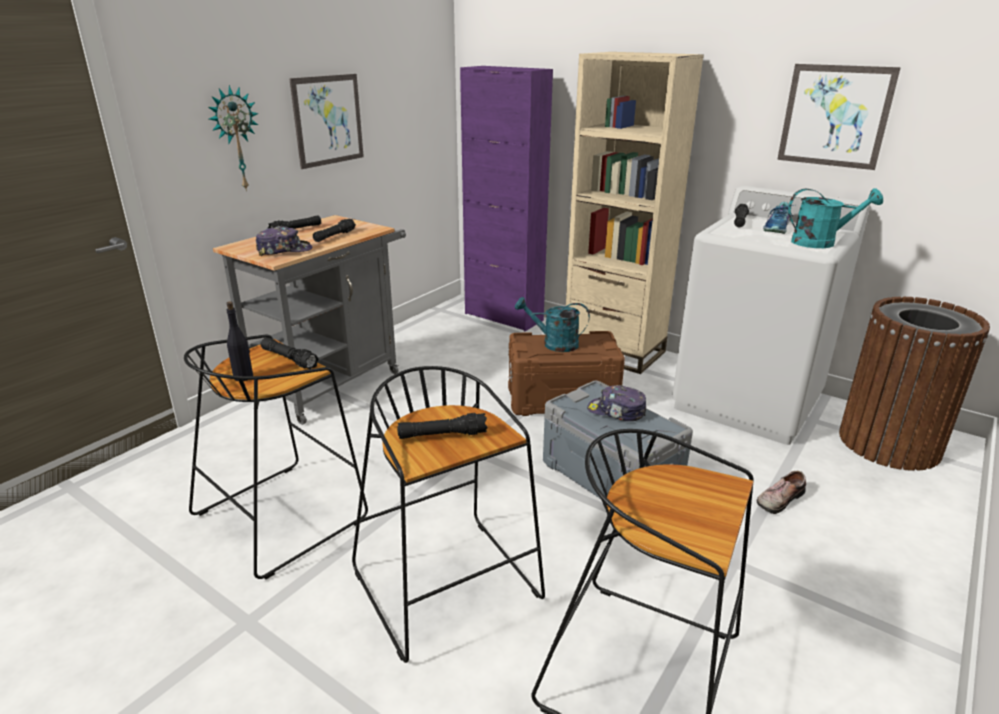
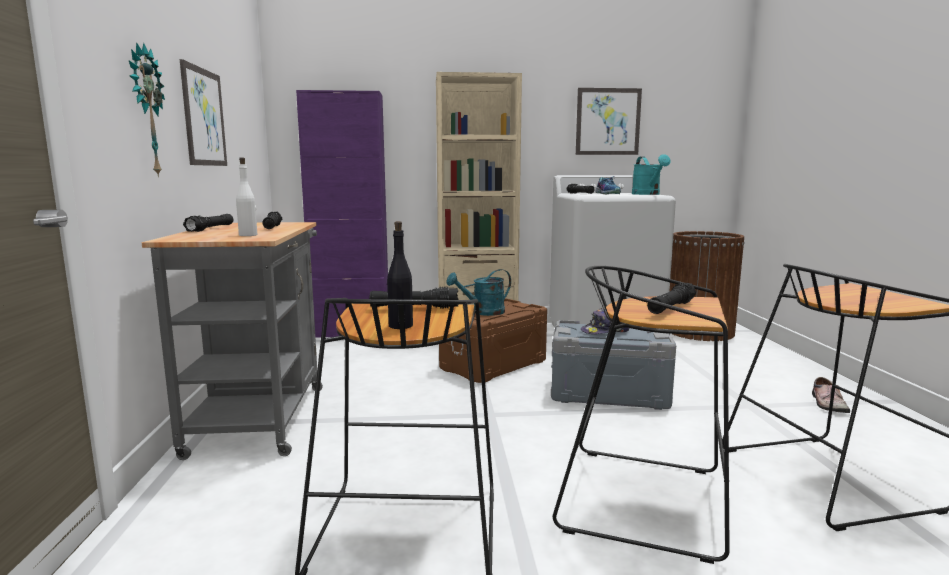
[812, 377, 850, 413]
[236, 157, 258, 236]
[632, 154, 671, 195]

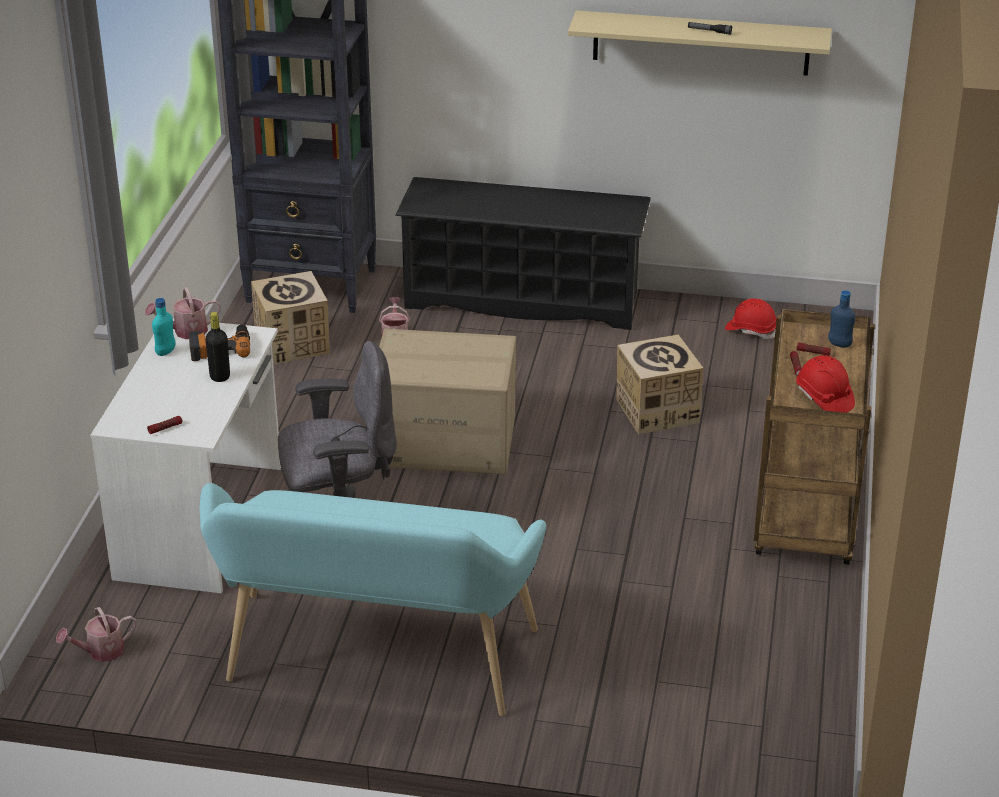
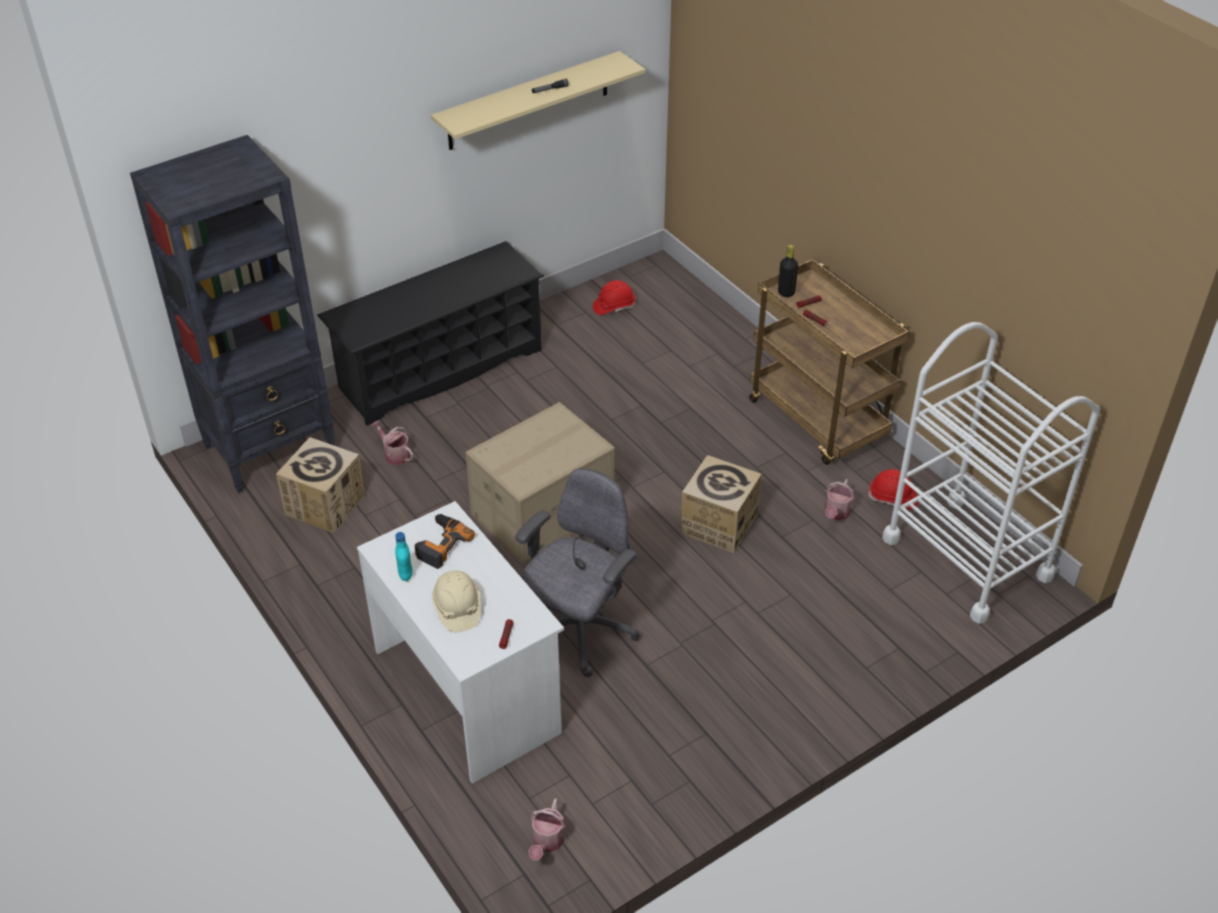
[200, 483, 546, 716] (first image)
[828, 290, 856, 348] (first image)
[432, 571, 481, 632]
[882, 322, 1100, 624]
[825, 479, 855, 520]
[778, 245, 798, 297]
[681, 455, 762, 553]
[868, 469, 918, 510]

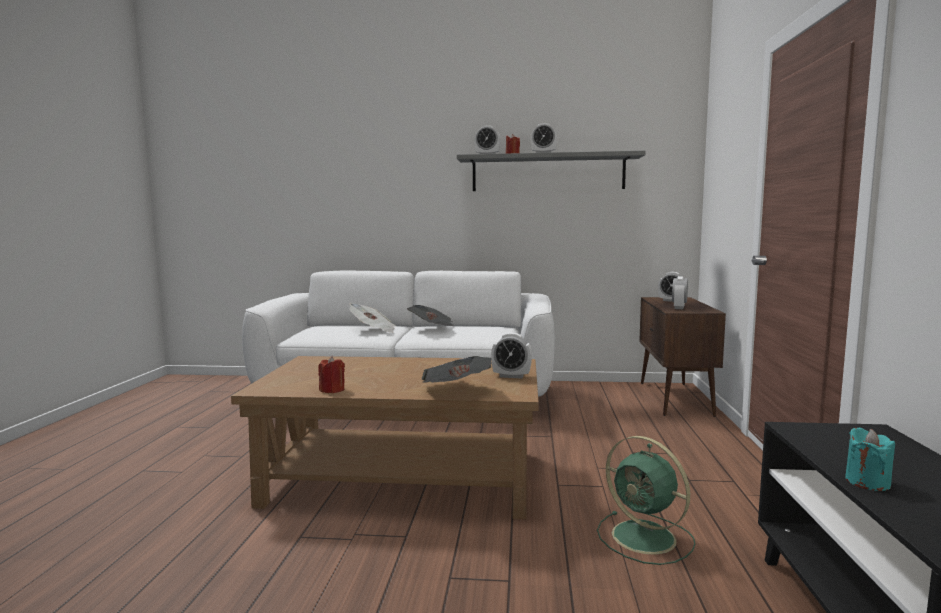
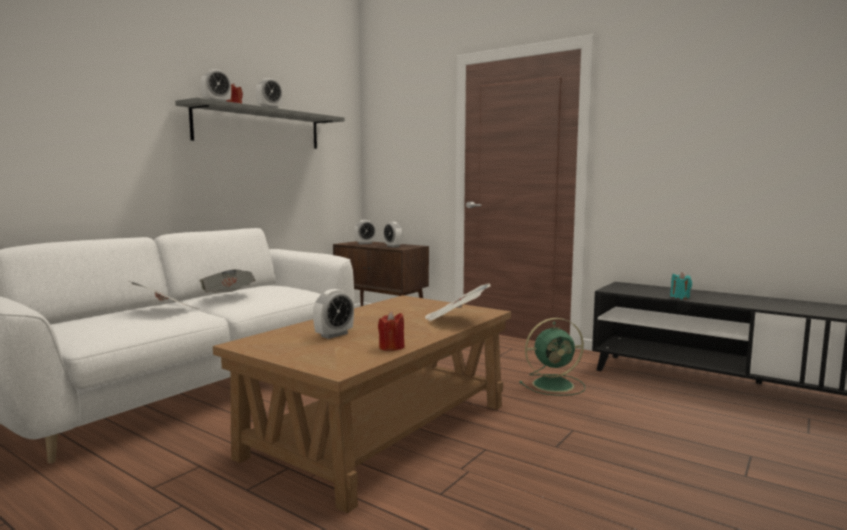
[313, 289, 354, 339]

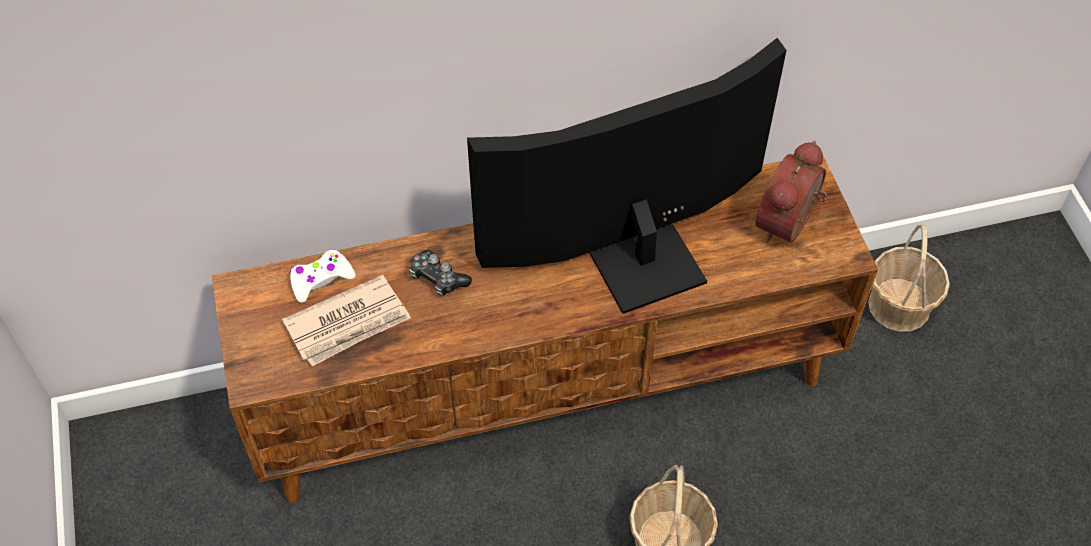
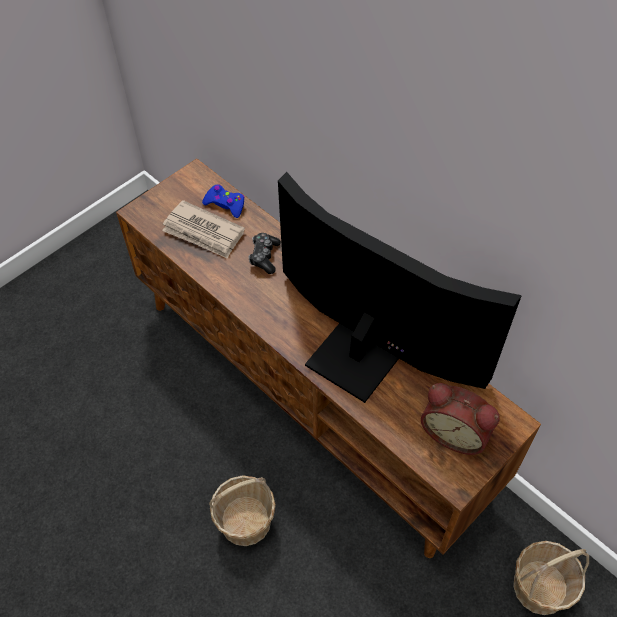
[202, 184, 245, 218]
[421, 383, 500, 455]

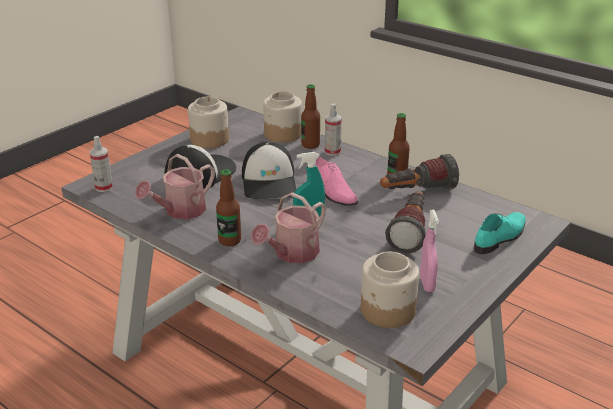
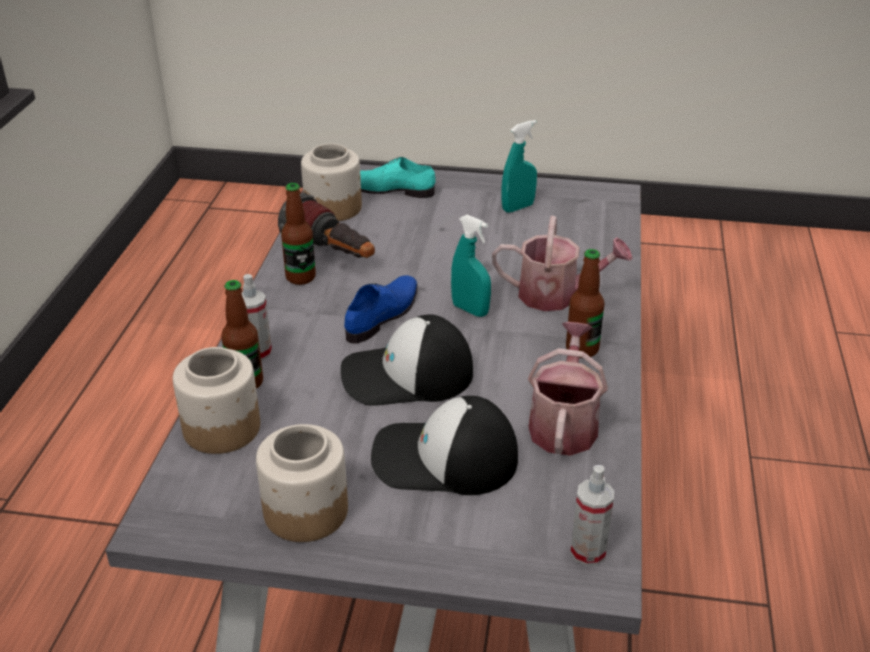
[385, 192, 426, 253] (first image)
[301, 143, 362, 221]
[344, 275, 417, 344]
[501, 120, 537, 213]
[528, 322, 608, 456]
[341, 314, 473, 406]

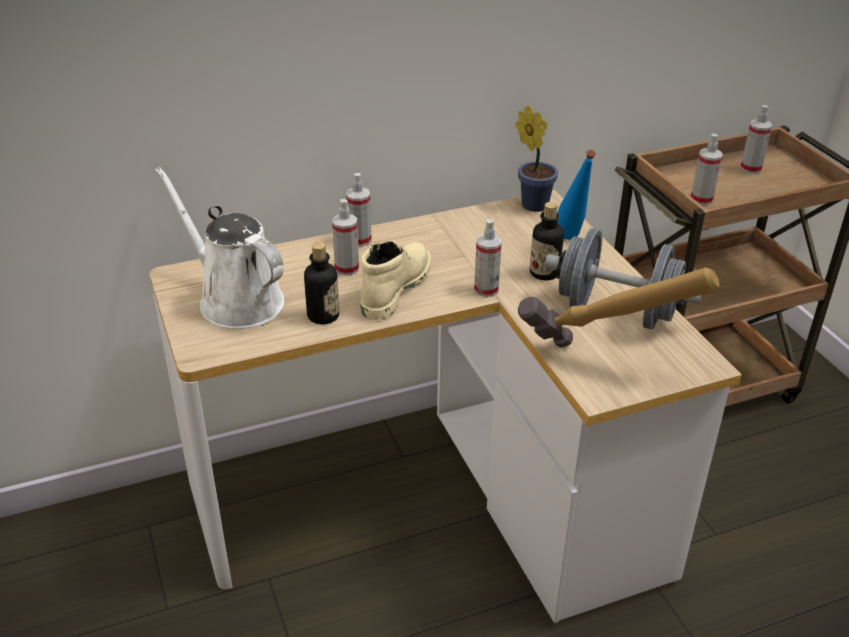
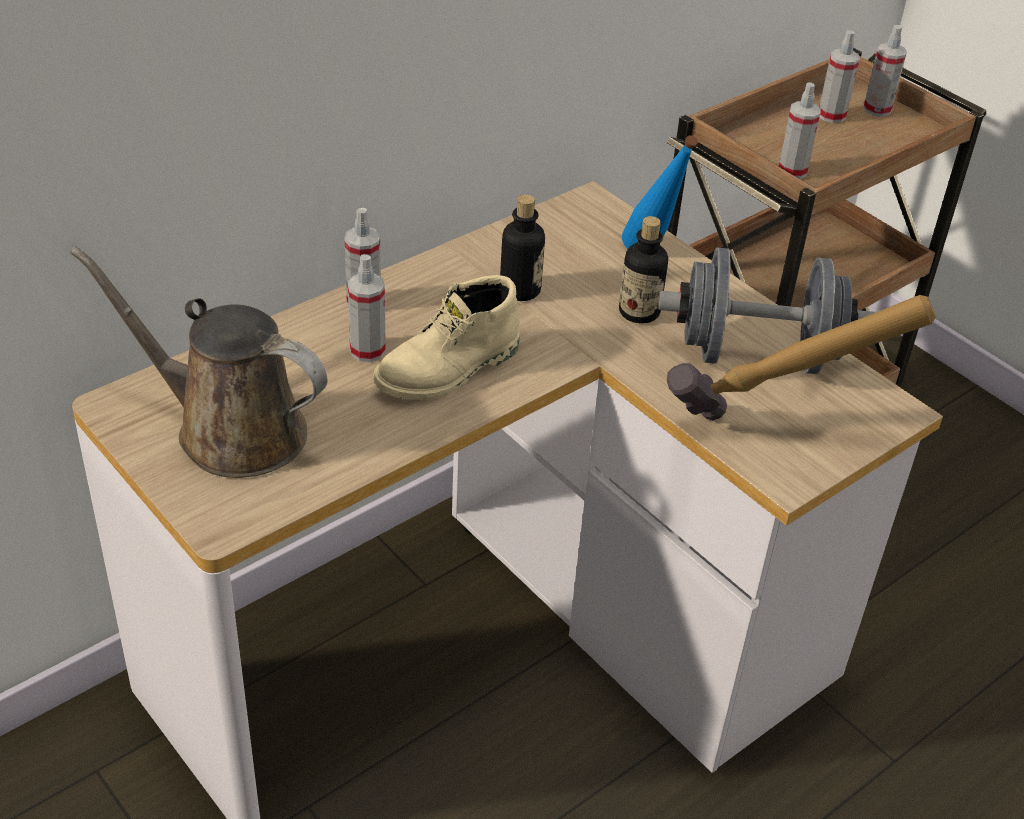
[515, 105, 558, 212] (first image)
[500, 194, 545, 301]
[863, 25, 907, 117]
[70, 246, 328, 478]
[373, 275, 520, 400]

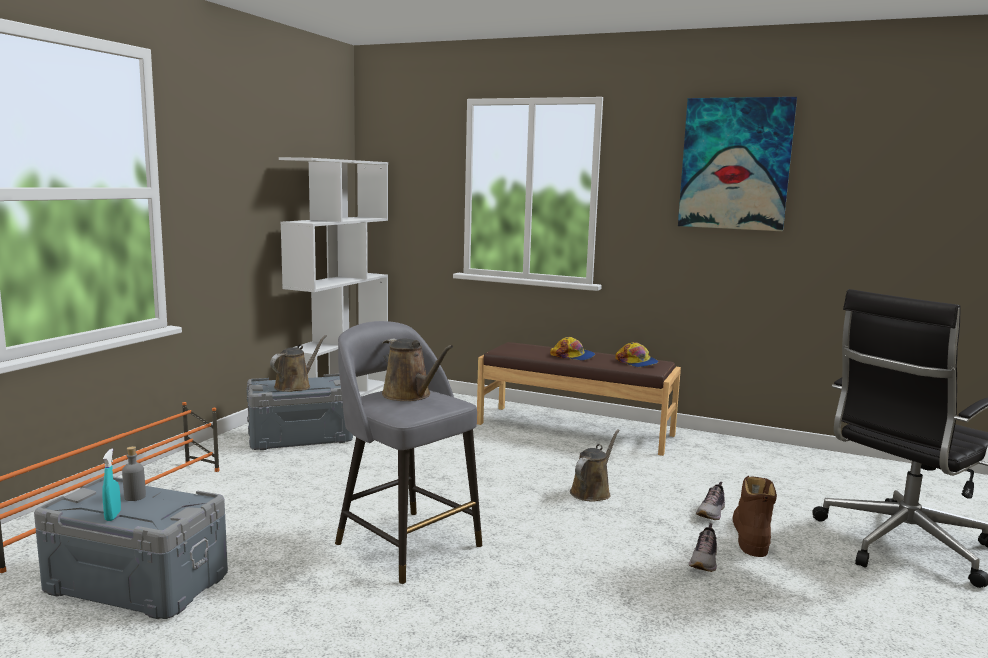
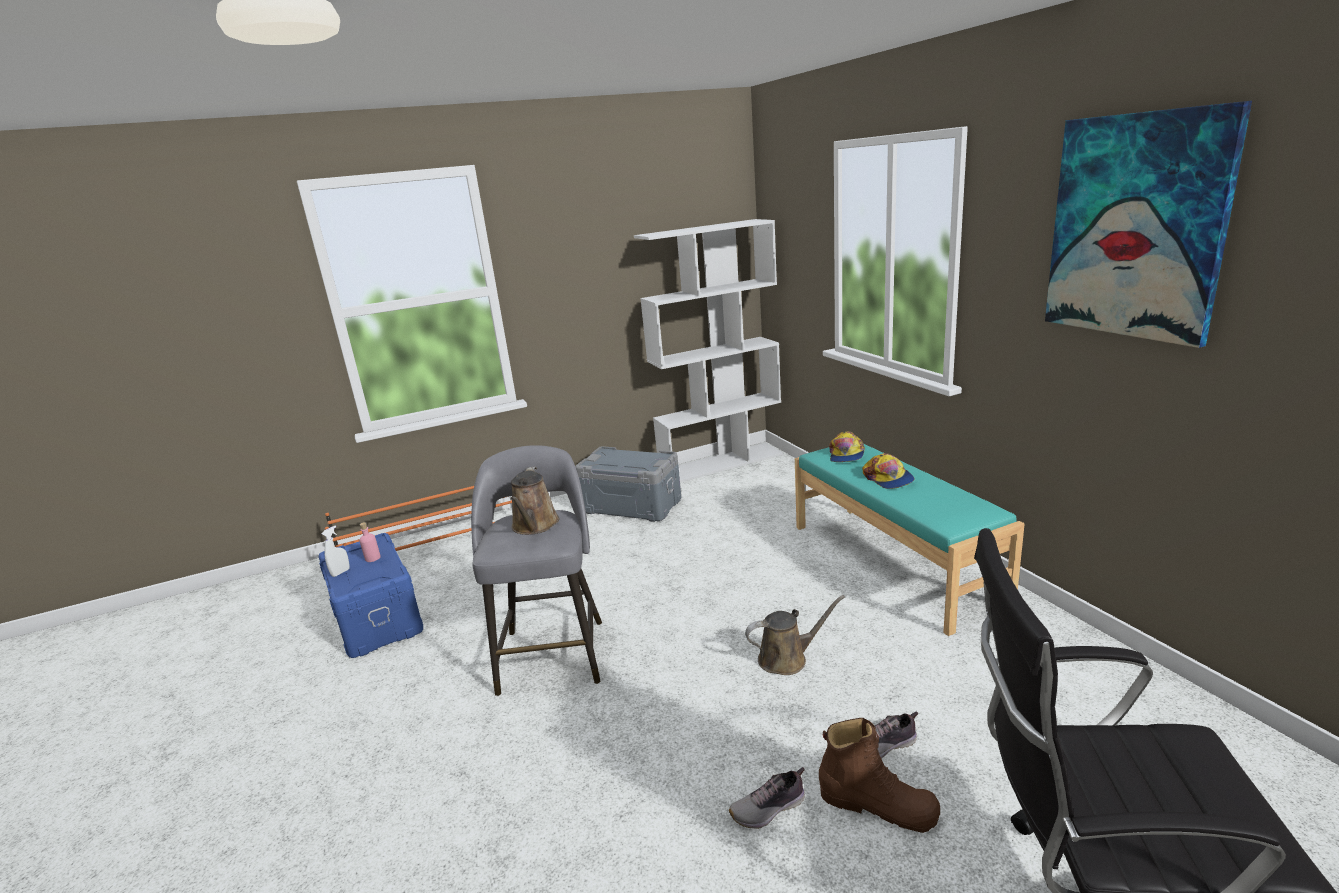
[270, 335, 327, 392] (first image)
[829, 431, 865, 462]
[319, 533, 423, 658]
[322, 526, 350, 577]
[360, 522, 381, 562]
[795, 444, 1025, 636]
[819, 718, 940, 833]

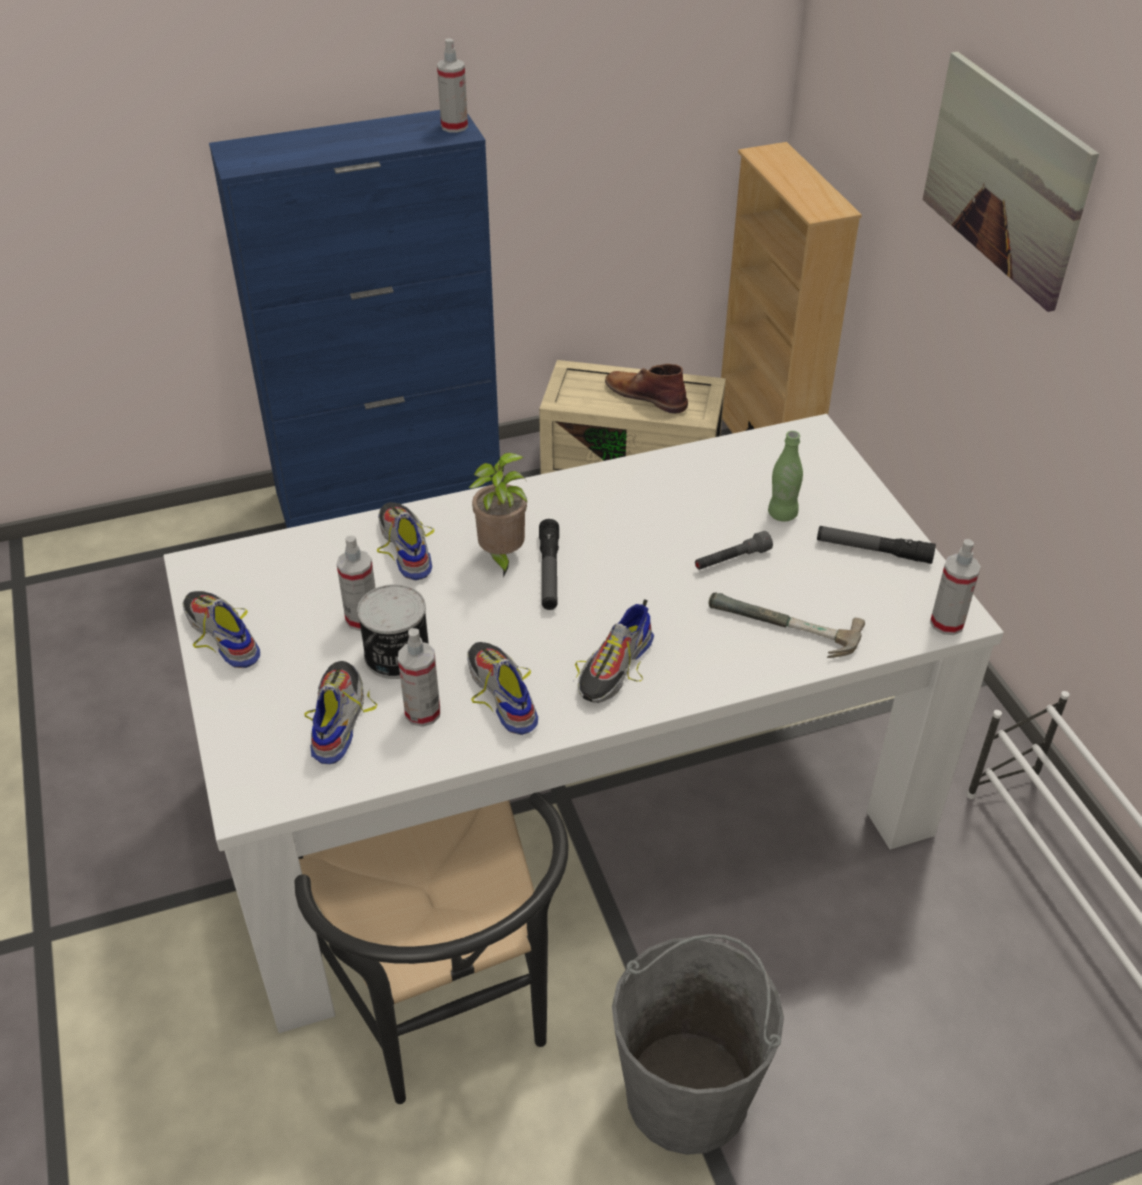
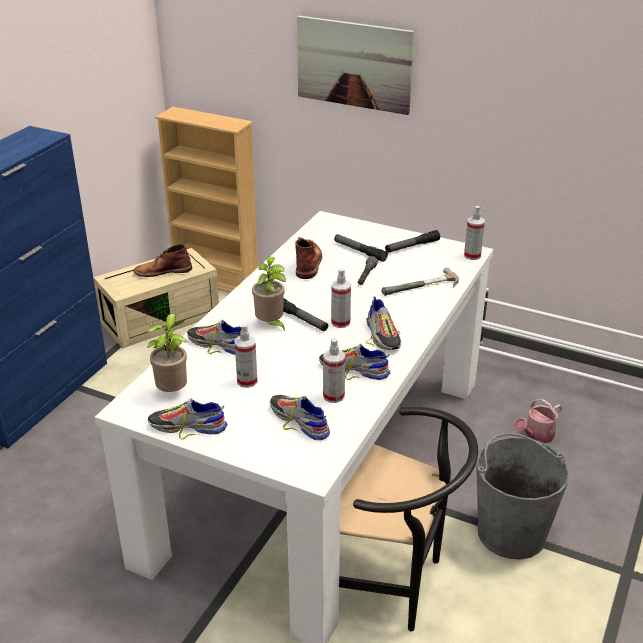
[357, 584, 429, 679] (first image)
[146, 313, 187, 392]
[295, 237, 322, 279]
[514, 399, 562, 444]
[331, 268, 351, 328]
[334, 234, 388, 262]

